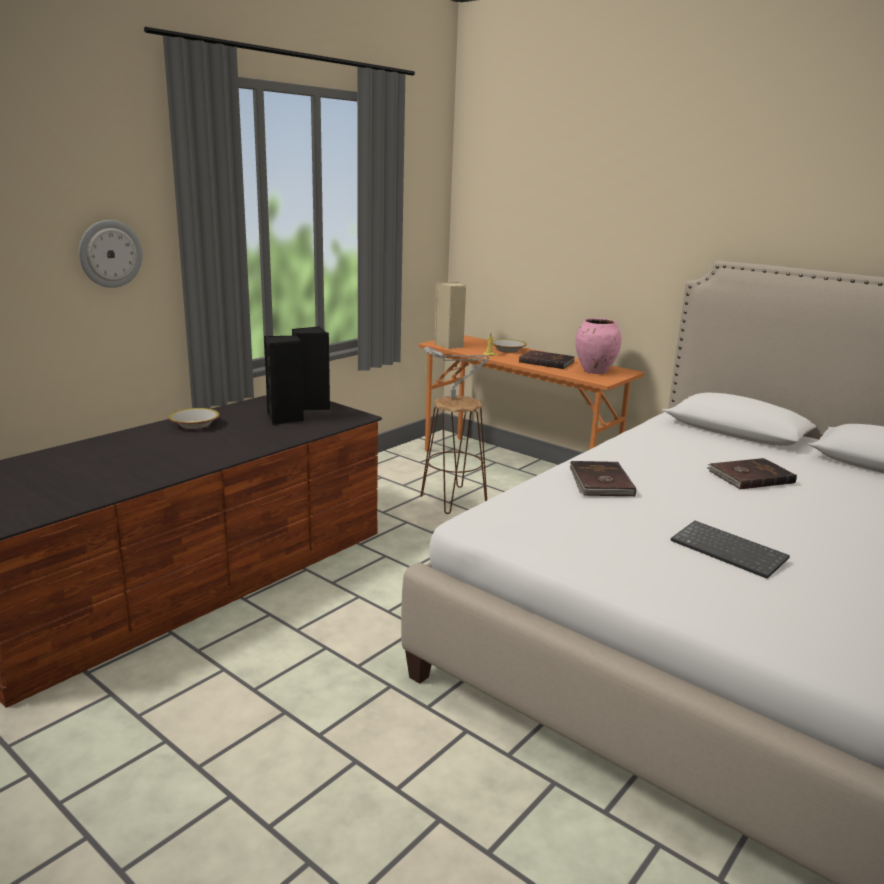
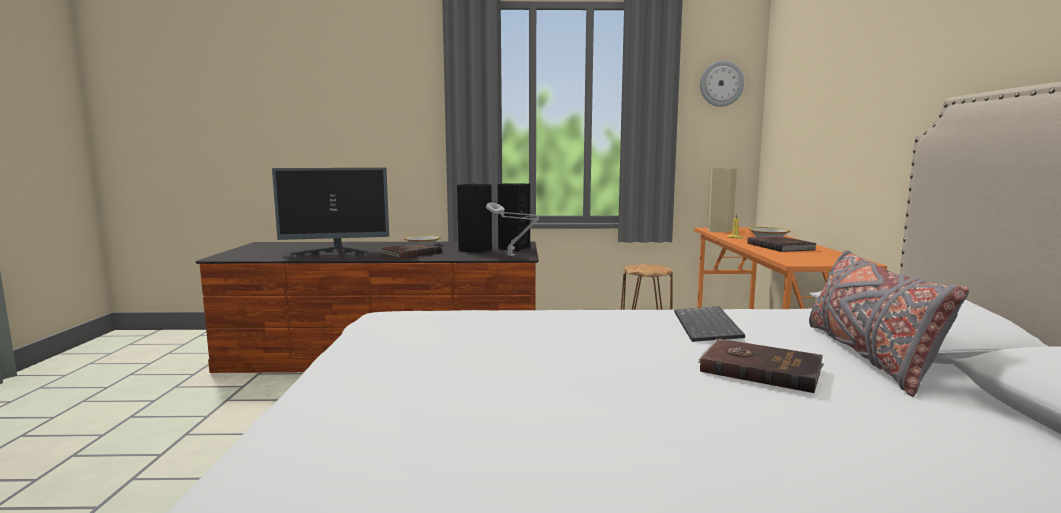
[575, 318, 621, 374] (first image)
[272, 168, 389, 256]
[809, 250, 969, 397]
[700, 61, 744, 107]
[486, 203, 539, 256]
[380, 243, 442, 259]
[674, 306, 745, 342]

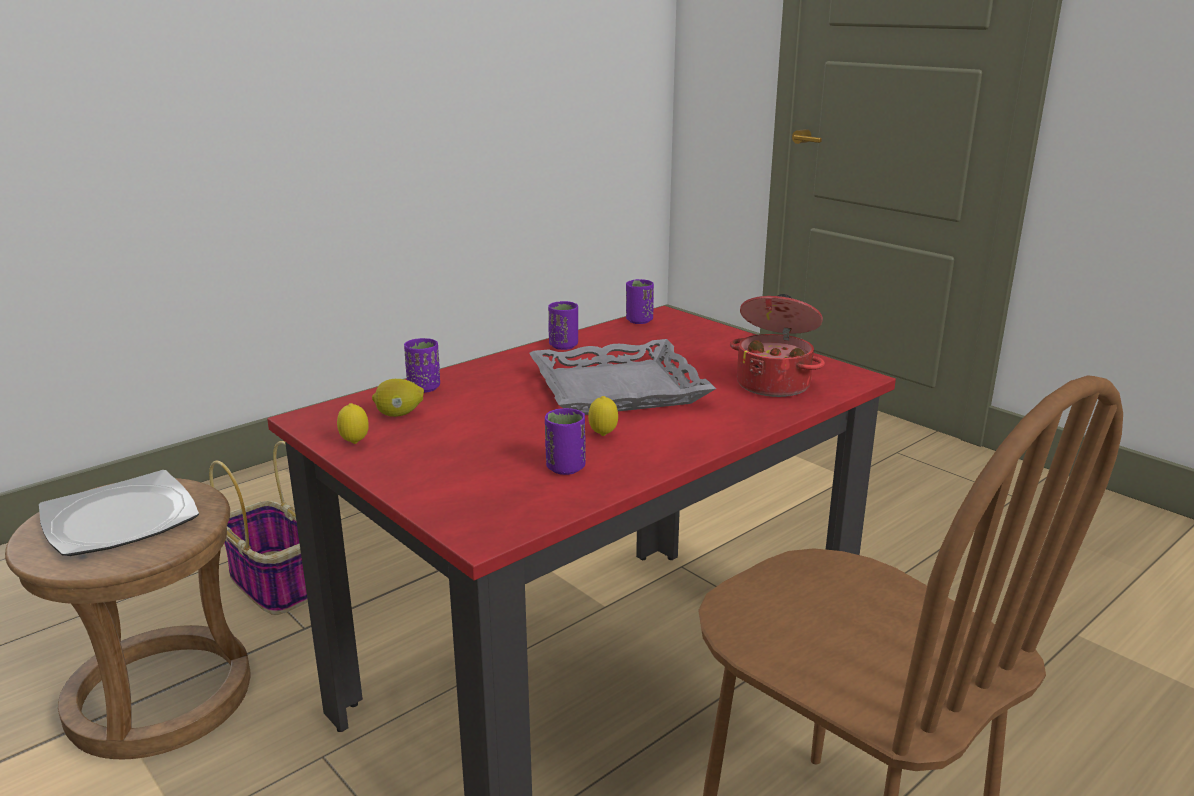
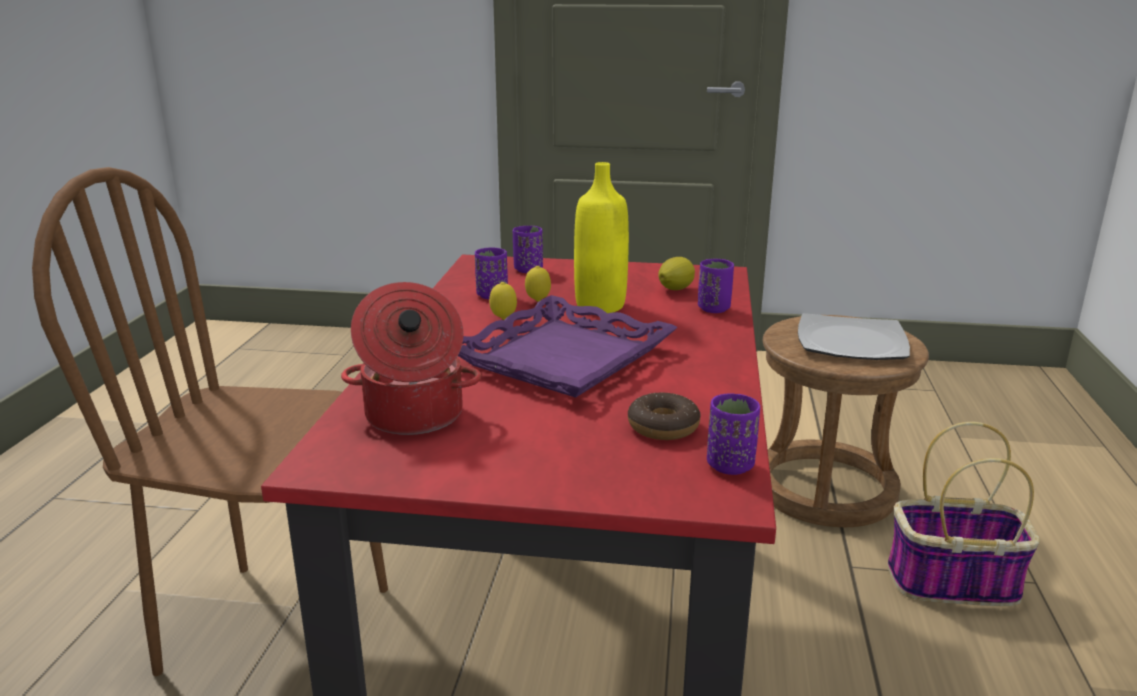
[574, 162, 629, 313]
[628, 393, 701, 440]
[525, 266, 551, 302]
[513, 226, 543, 273]
[458, 295, 678, 398]

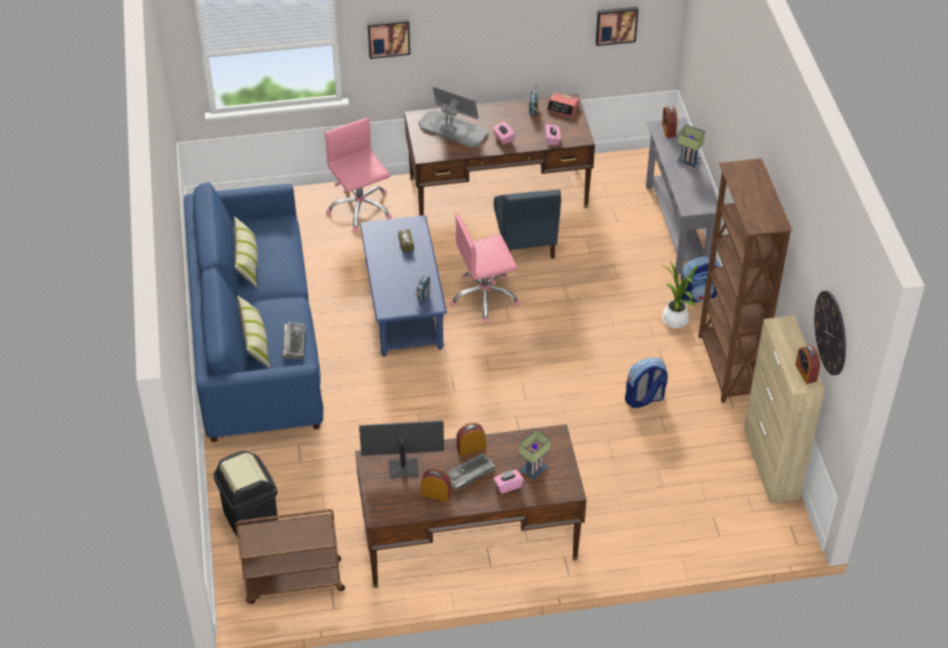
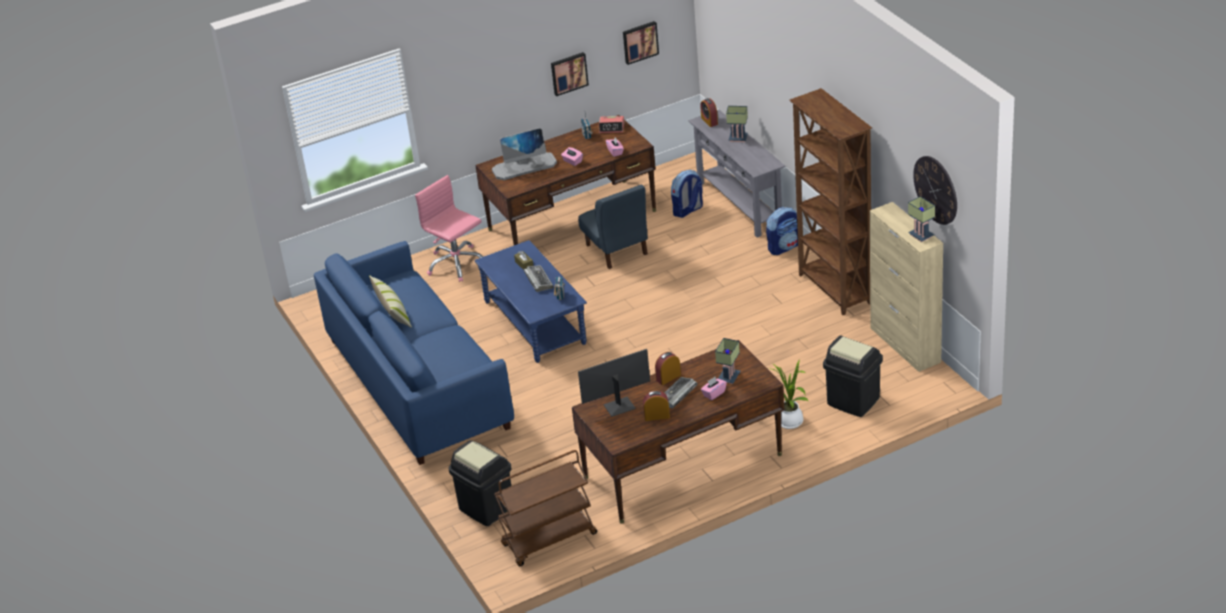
[237, 295, 270, 368] (first image)
[450, 214, 520, 323] (first image)
[823, 336, 883, 417]
[524, 265, 553, 292]
[551, 52, 589, 96]
[671, 170, 703, 218]
[772, 360, 808, 429]
[908, 196, 935, 242]
[492, 128, 557, 180]

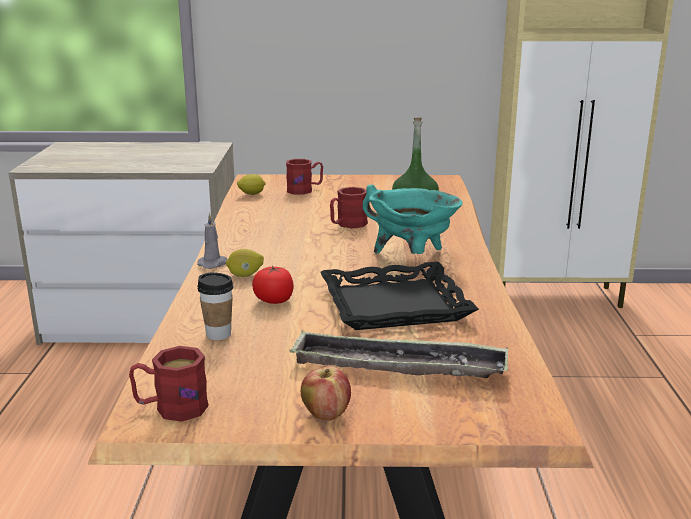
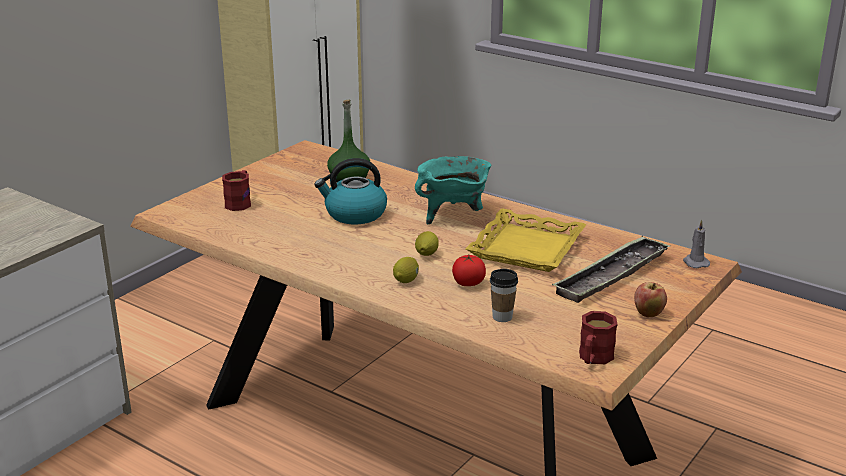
[683, 220, 710, 268]
[415, 231, 439, 256]
[314, 158, 387, 224]
[466, 208, 587, 272]

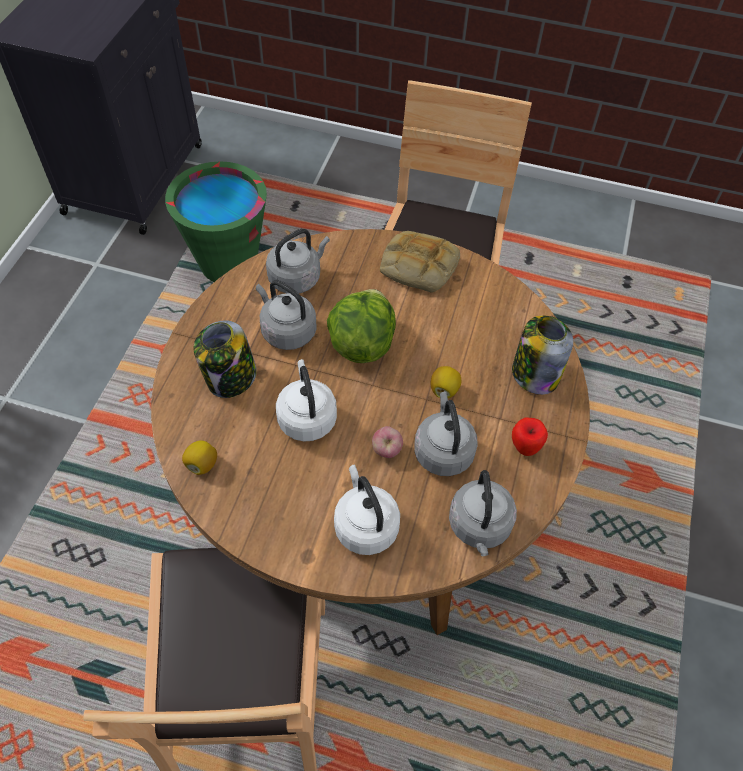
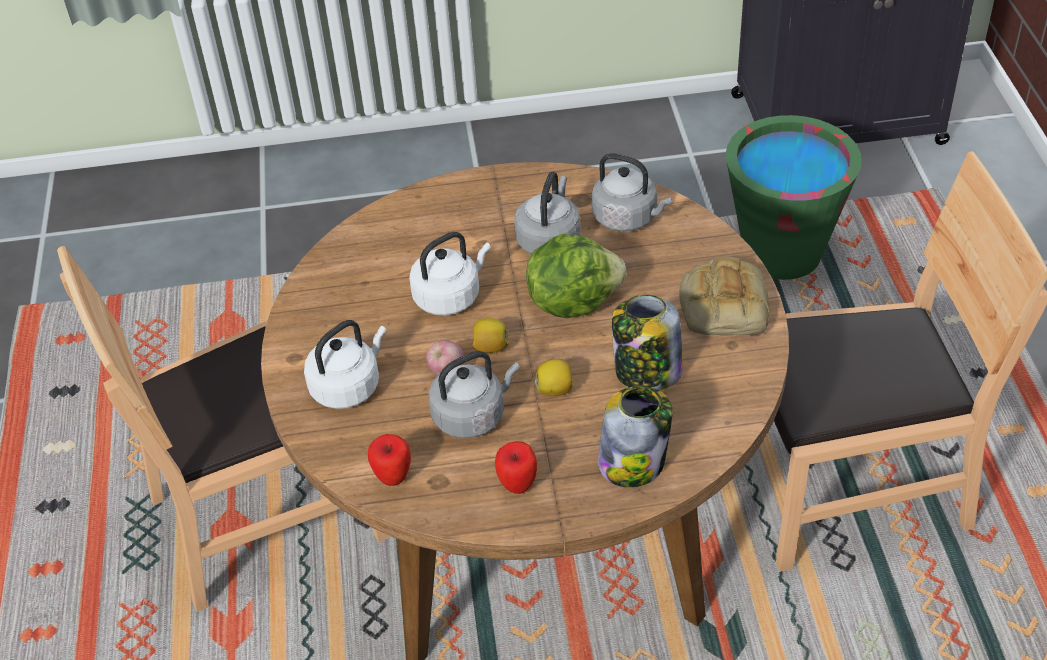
[472, 318, 509, 353]
[612, 295, 682, 390]
[368, 434, 411, 486]

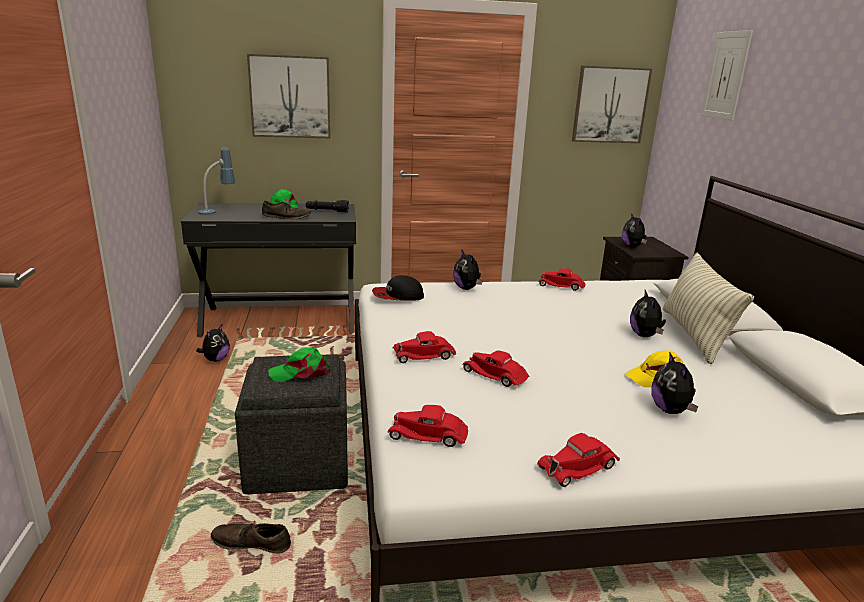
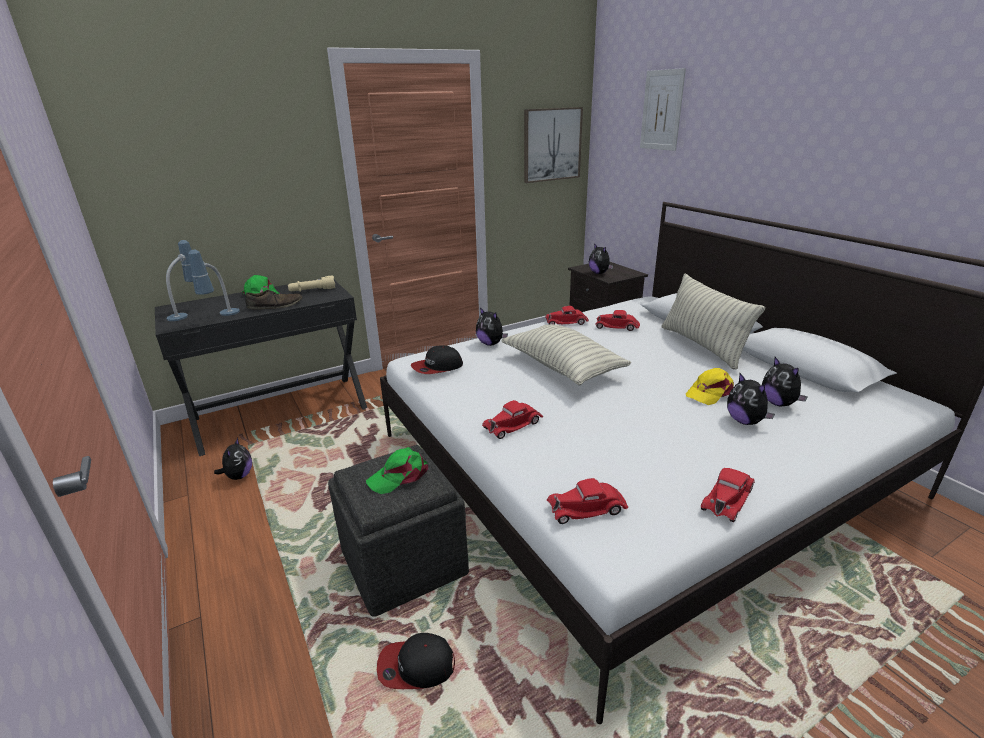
[247, 54, 330, 138] (first image)
[188, 250, 240, 316]
[502, 324, 631, 385]
[595, 310, 640, 331]
[762, 357, 808, 406]
[377, 633, 455, 689]
[288, 275, 336, 292]

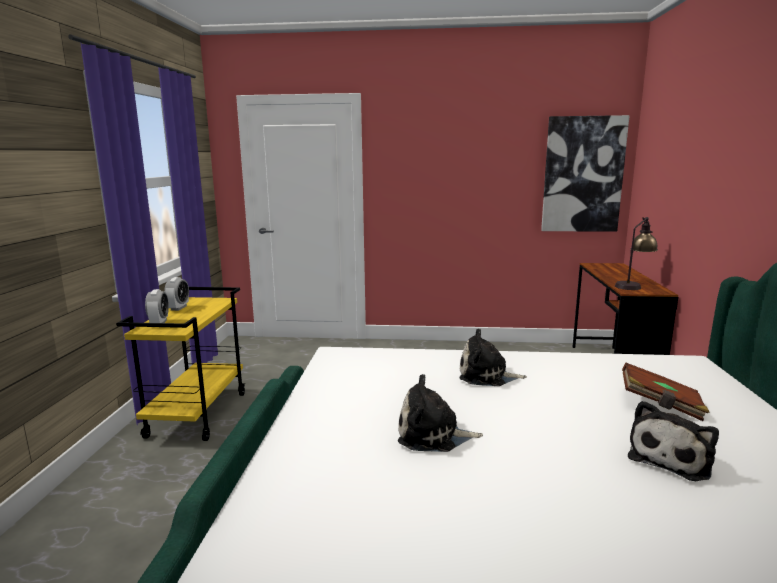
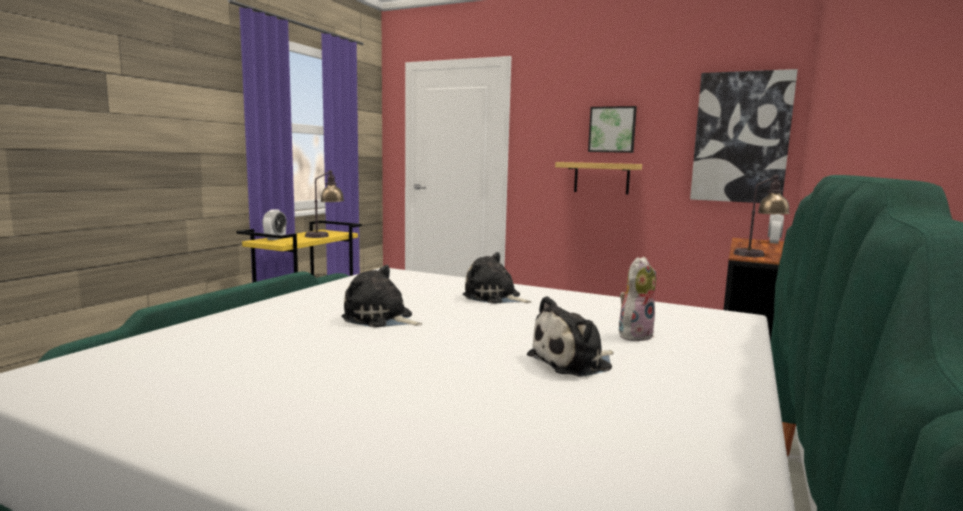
[305, 170, 345, 238]
[555, 162, 642, 194]
[588, 106, 637, 153]
[768, 214, 784, 244]
[619, 257, 656, 341]

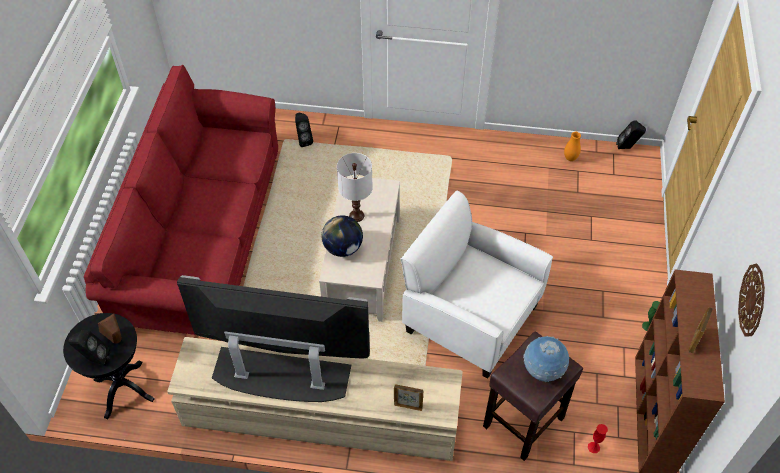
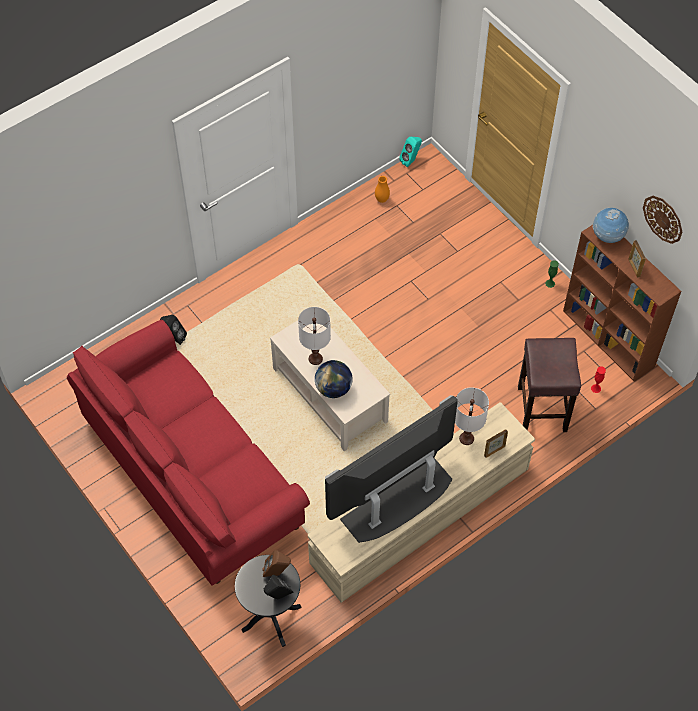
[400, 191, 553, 379] (first image)
[455, 387, 489, 445]
[593, 207, 629, 243]
[399, 137, 422, 167]

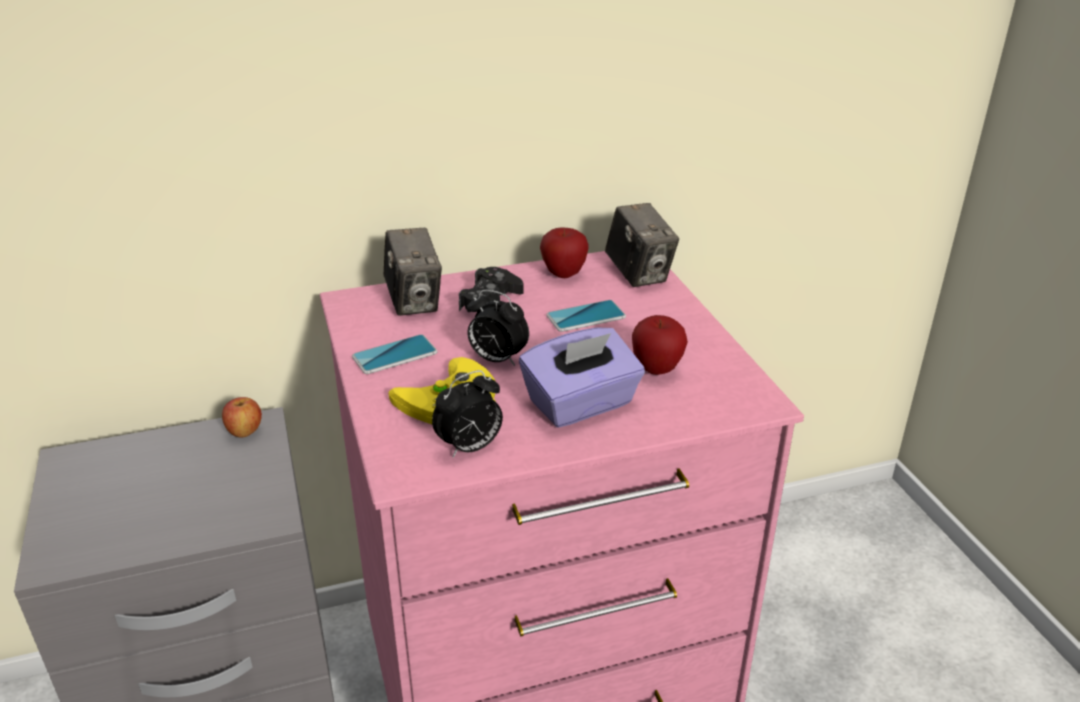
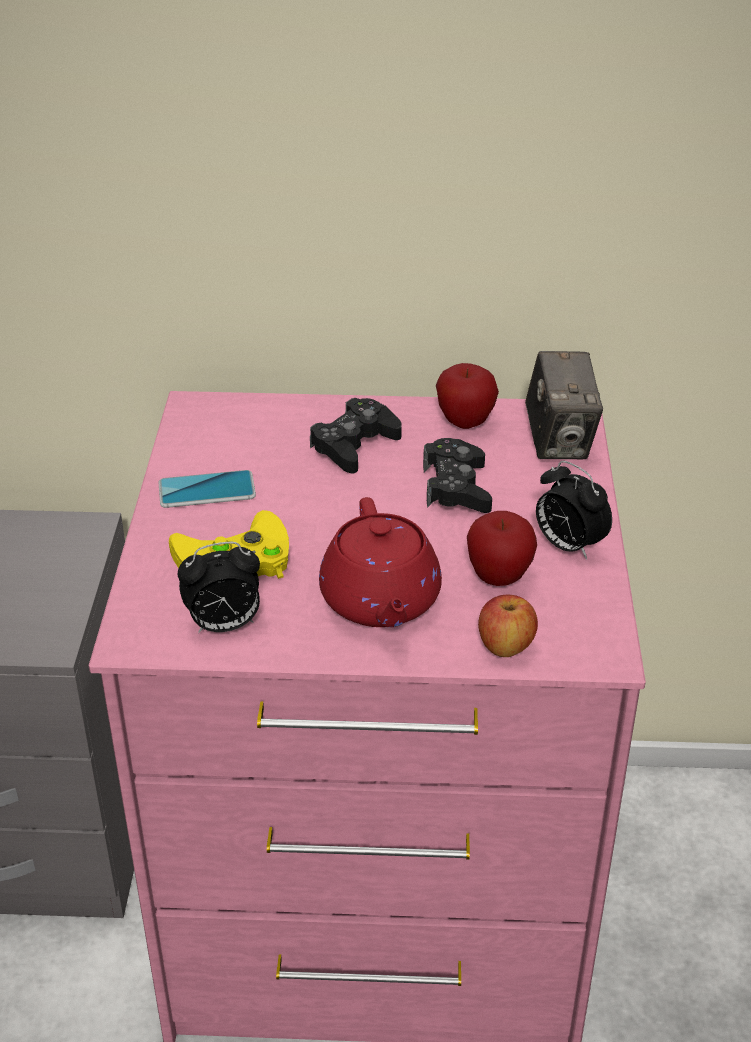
[384, 228, 442, 316] (first image)
[478, 595, 538, 657]
[536, 461, 612, 560]
[319, 497, 442, 627]
[423, 438, 492, 513]

